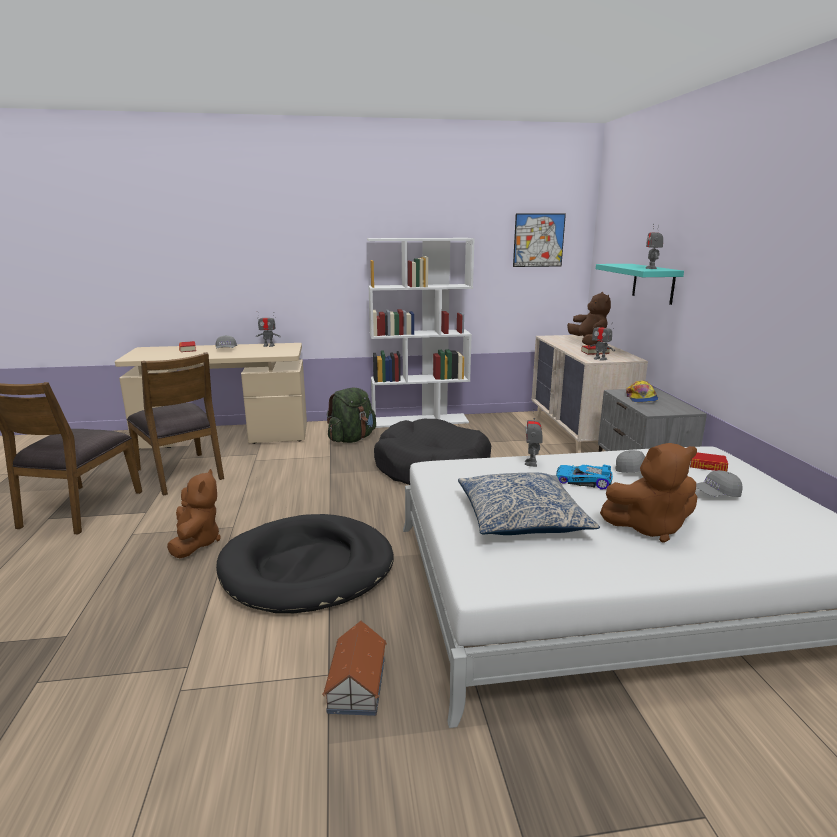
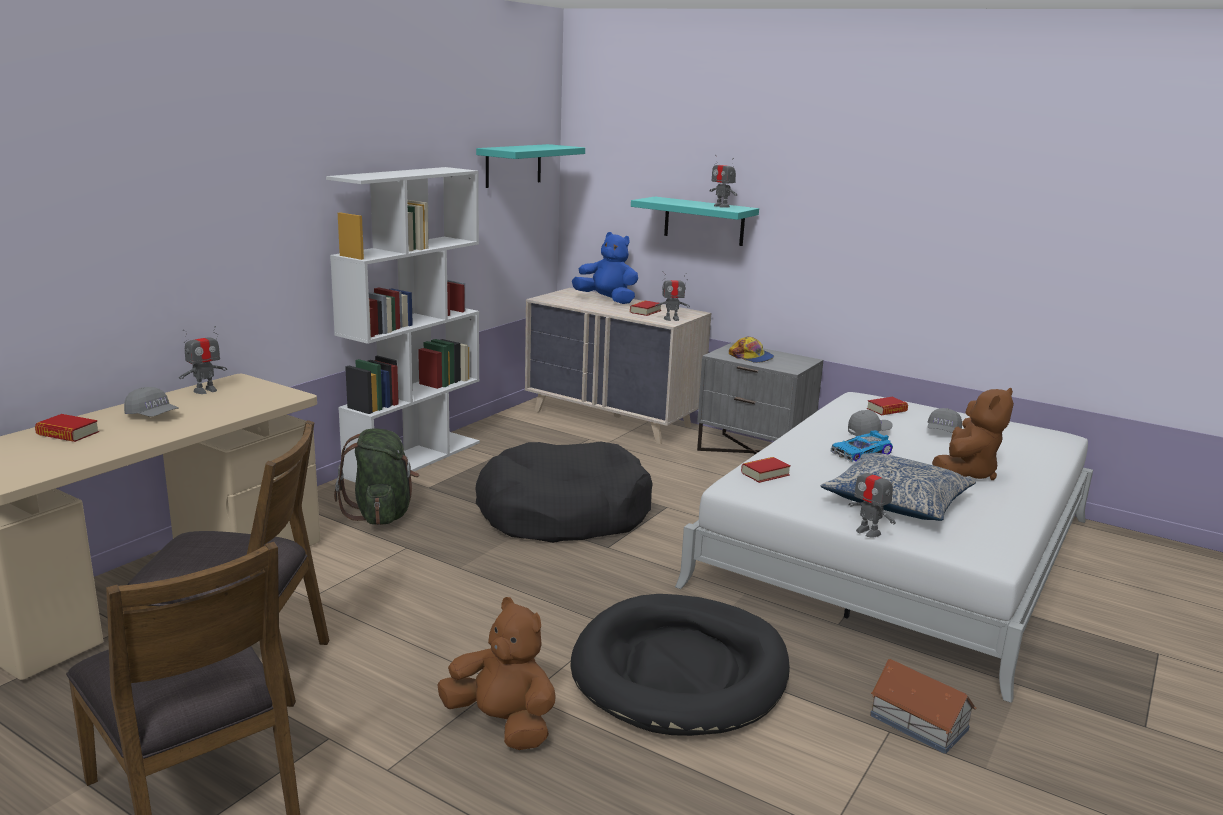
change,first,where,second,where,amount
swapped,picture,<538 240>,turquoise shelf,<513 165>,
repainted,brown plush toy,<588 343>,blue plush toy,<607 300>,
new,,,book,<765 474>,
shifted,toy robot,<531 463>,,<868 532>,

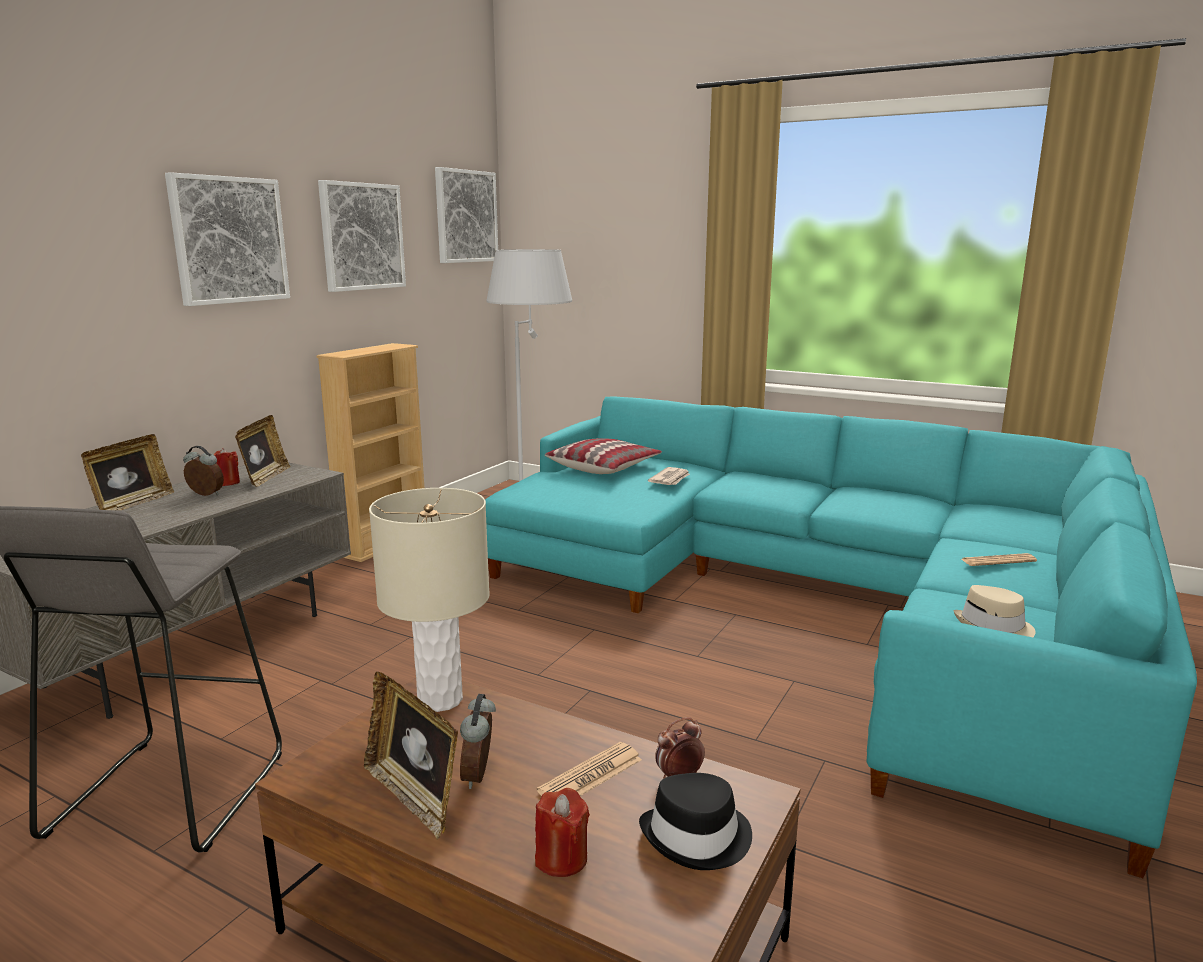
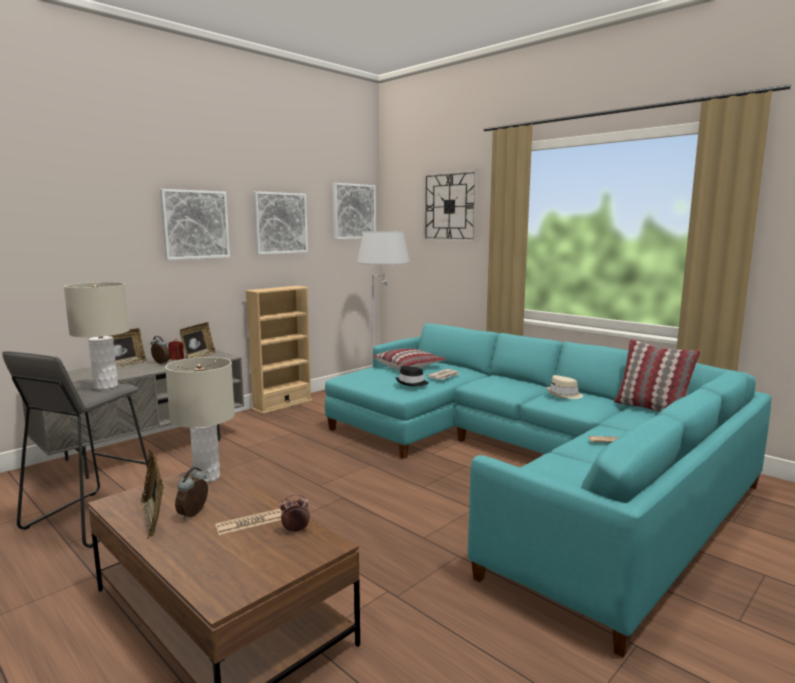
change,first,where,second,where,amount
new,,,beige table lamp,<105 386>,
shifted,black hat,<698 837>,,<412 383>,
new,,,wall clock,<450 206>,
shifted,beige hat,<994 628>,,<564 395>,
new,,,pillow,<651 408>,
gone,red candle,<561 858>,,,

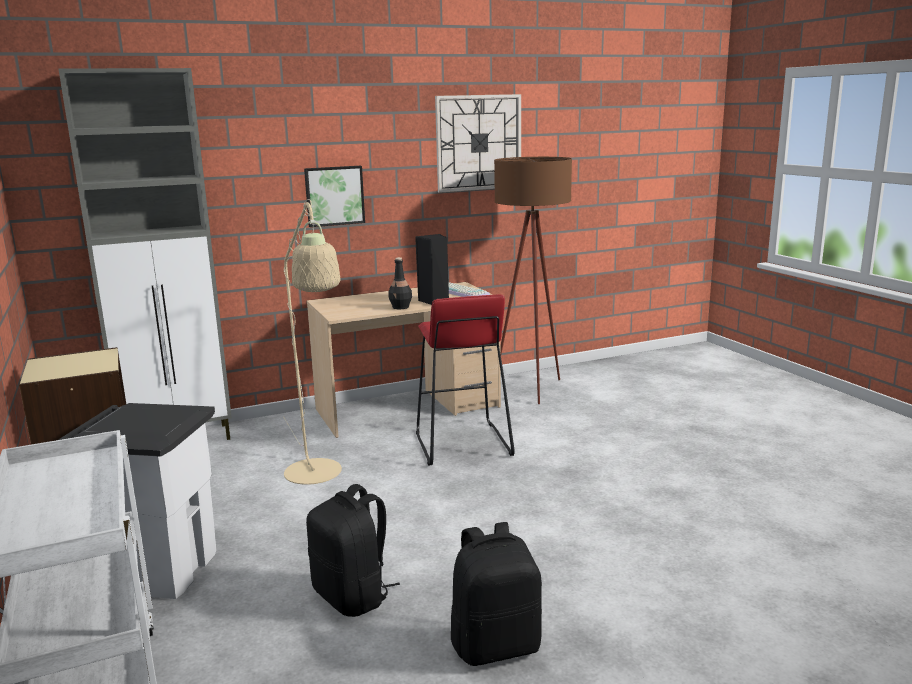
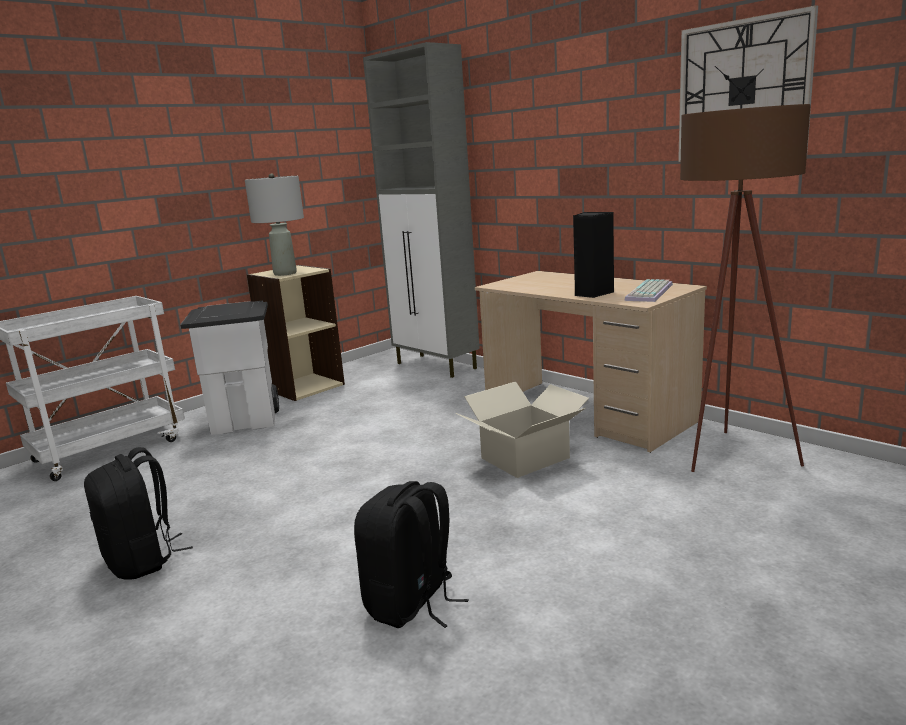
change,first,where,second,where,amount
new,,,grey table lamp,<285 273>,
shifted,black backpack,<353 596>,,<412 604>,
swapped,red stool,<461 444>,cardboard box,<524 458>,
gone,beige floor lamp,<317 477>,,,
gone,picture,<334 195>,,,
gone,black bottle,<401 307>,,,

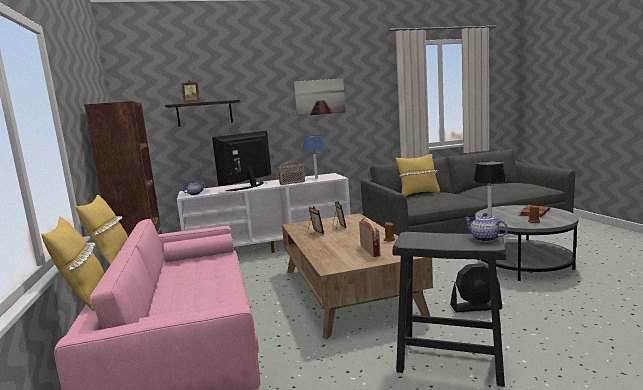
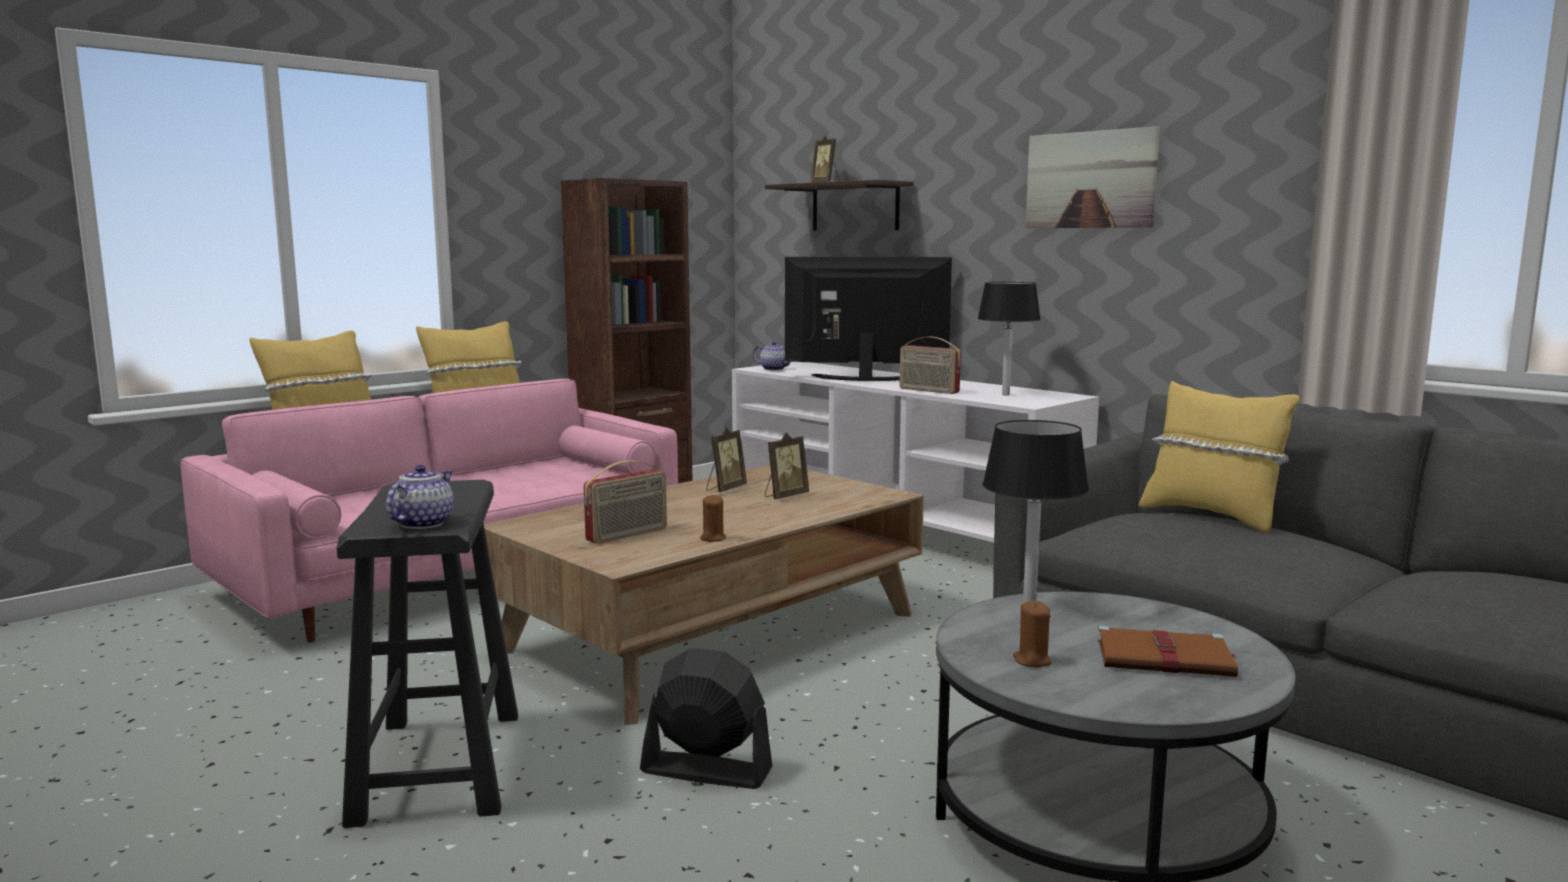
change,first,where,second,where,amount
rotated,black fan,<476 307>,,<705 770>,135 degrees clockwise
repainted,blue table lamp,<316 178>,black table lamp,<1005 394>,

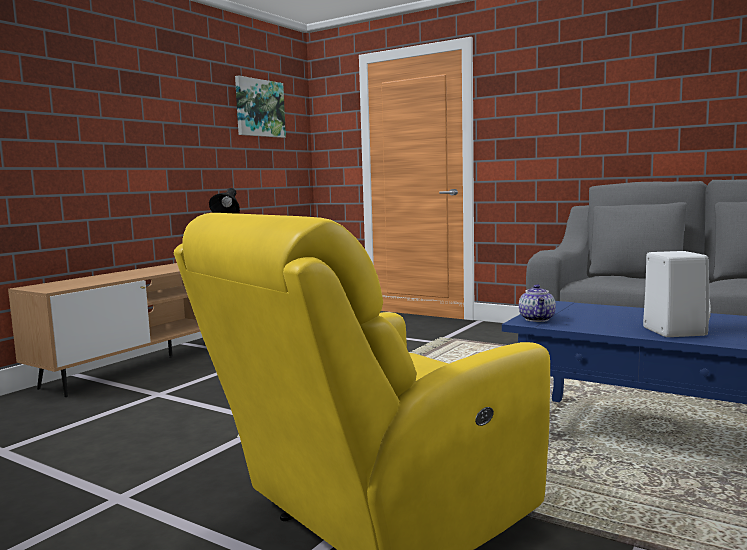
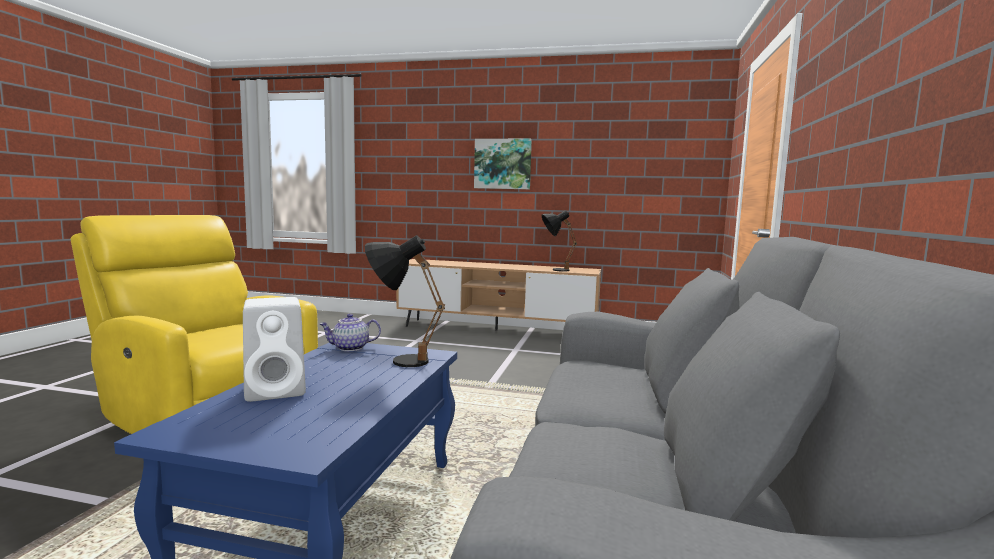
change,first,where,second,where,amount
new,,,black table lamp,<398 360>,
shifted,picture,<259 108>,,<502 164>,

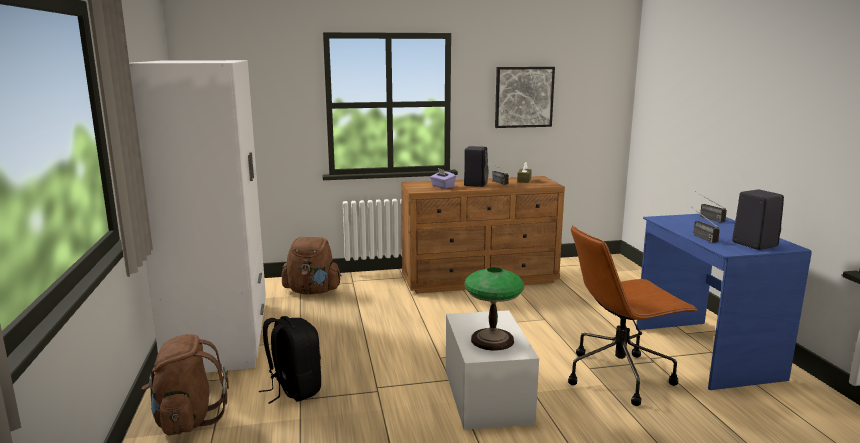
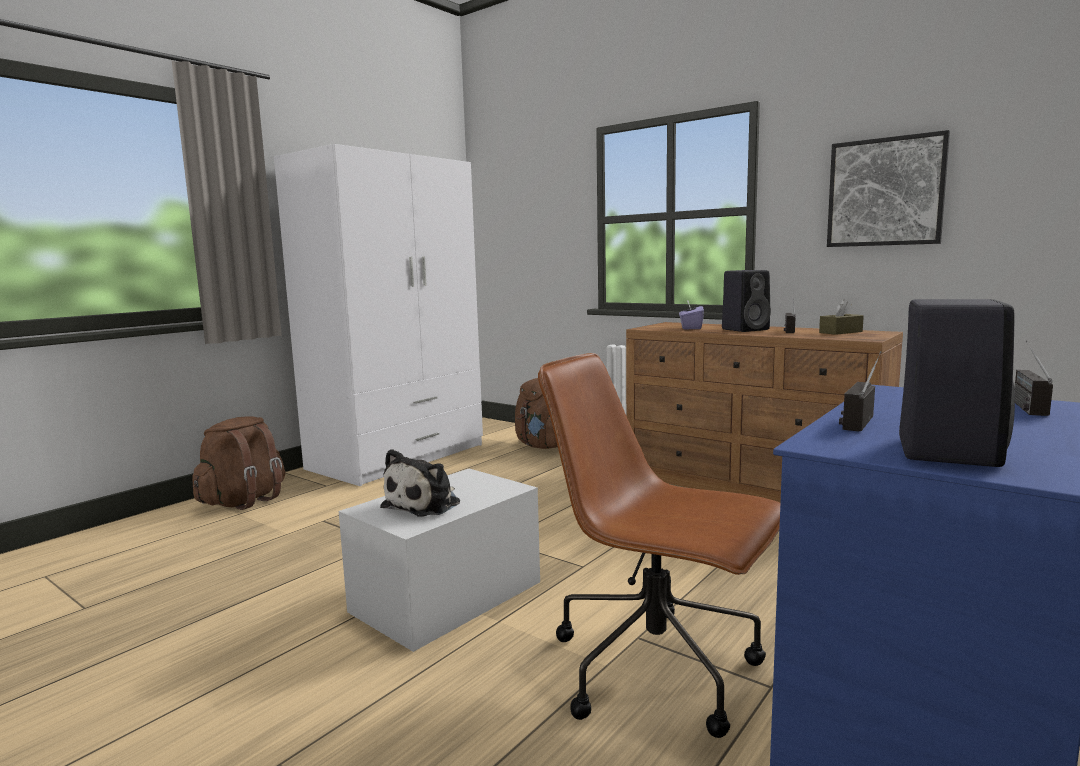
change,first,where,second,where,amount
swapped,table lamp,<492 340>,plush toy,<425 504>,
gone,black backpack,<293 390>,,,

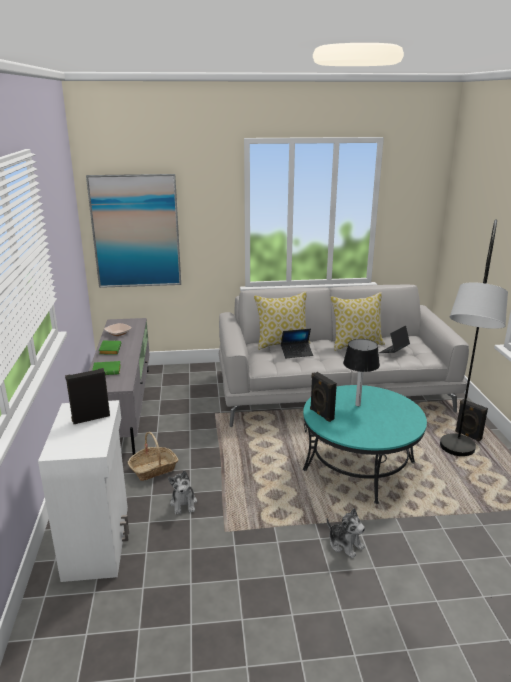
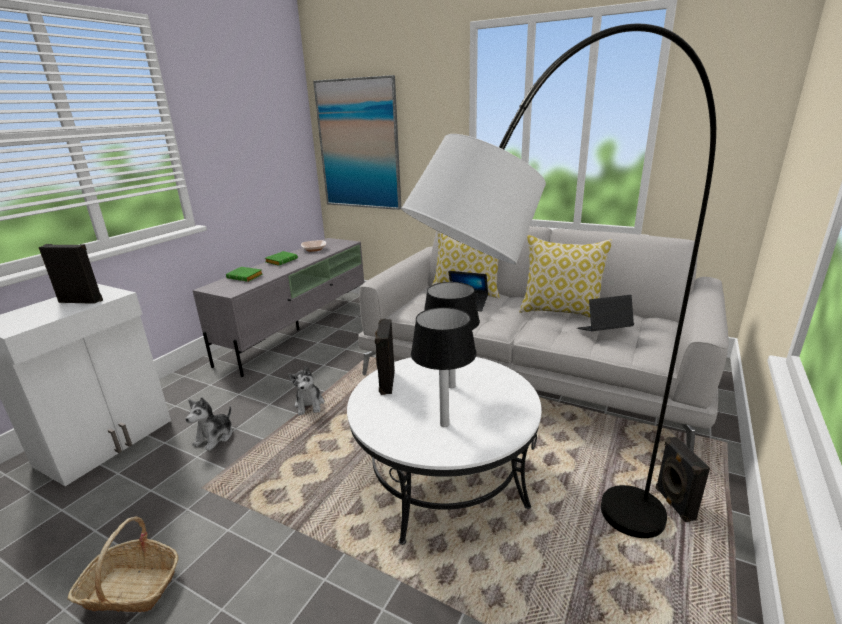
change,first,where,second,where,amount
shifted,basket,<154 469>,,<131 588>,
shifted,plush toy,<345 544>,,<309 404>,
repainted,turquoise coffee table,<359 466>,white coffee table,<444 478>,
new,,,table lamp,<444 423>,

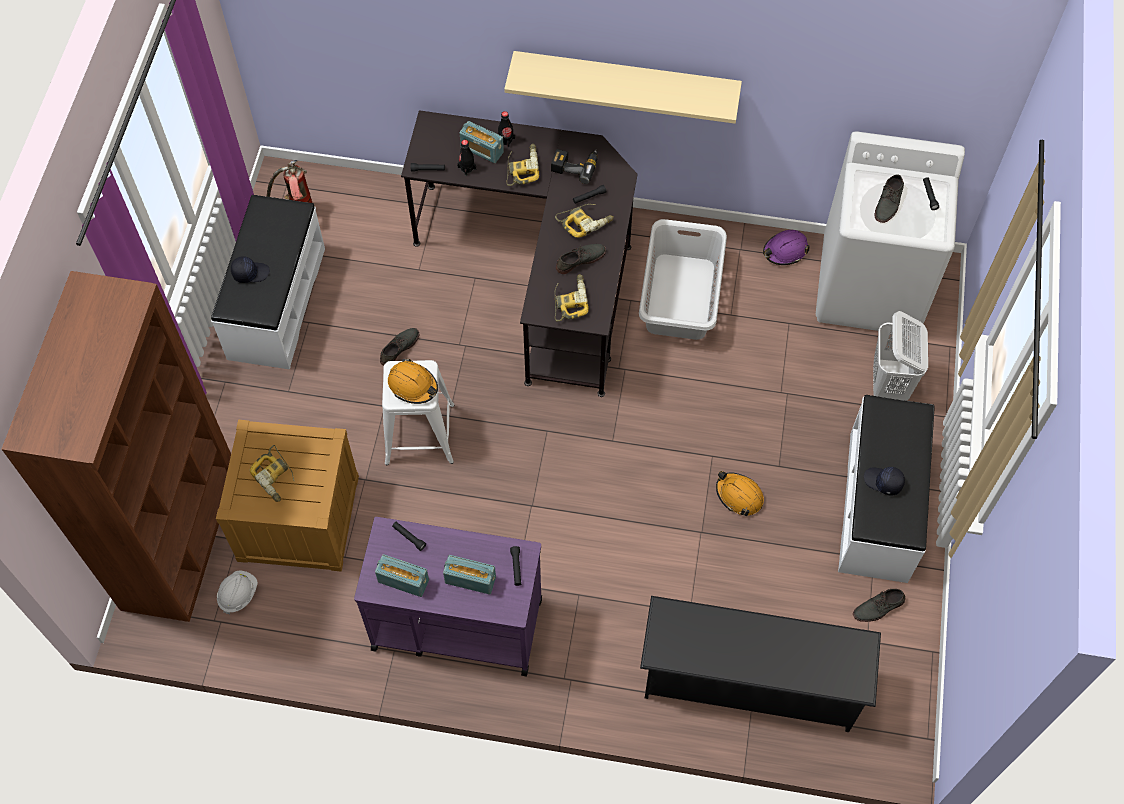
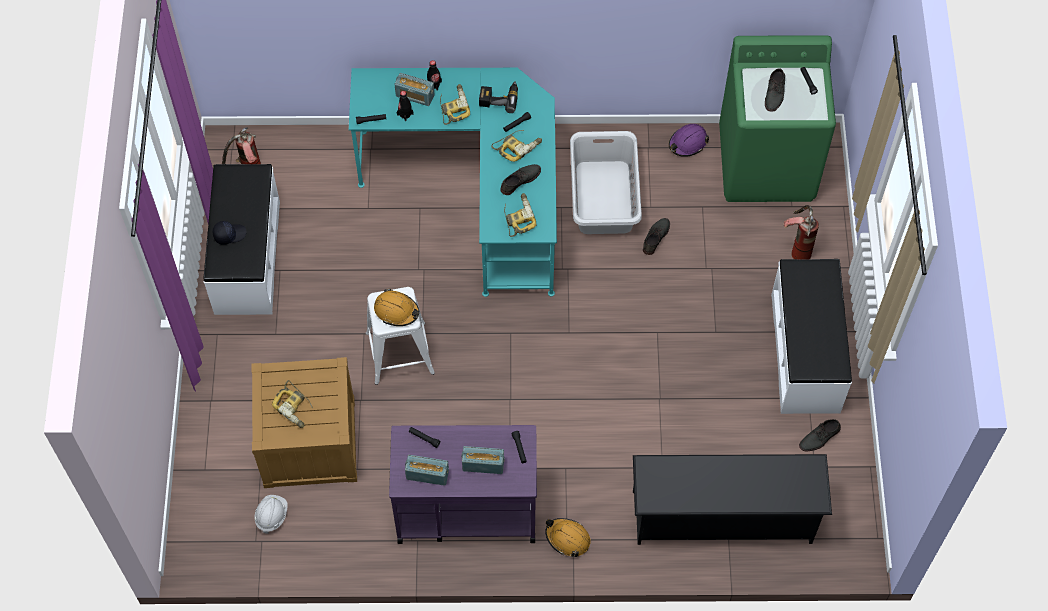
change,first,where,second,where,amount
repainted,black desk,<541 269>,turquoise desk,<477 191>,
shifted,orange hard hat,<739 496>,,<567 538>,
shifted,grey shoe,<399 347>,,<655 237>,
repainted,white washing machine,<870 287>,green washing machine,<767 164>,
swapped,white laundry basket,<889 385>,fire extinguisher,<797 247>,
gone,brown bookcase,<181 538>,,,
gone,beige shelf,<626 79>,,,
gone,black cap,<883 482>,,,

